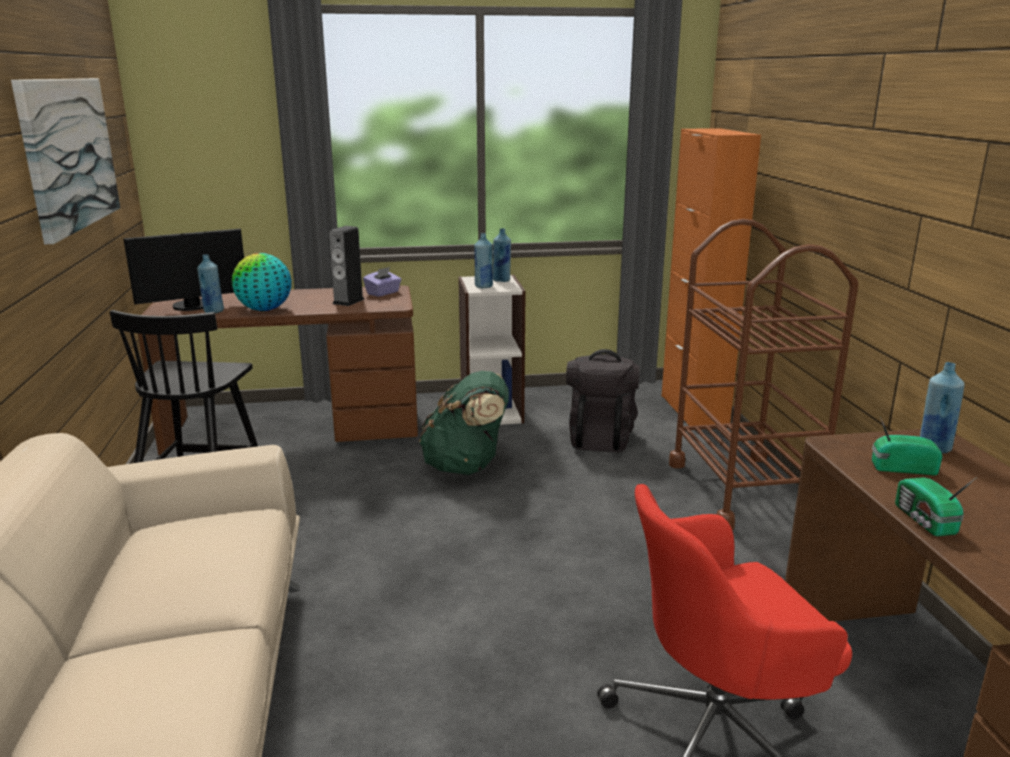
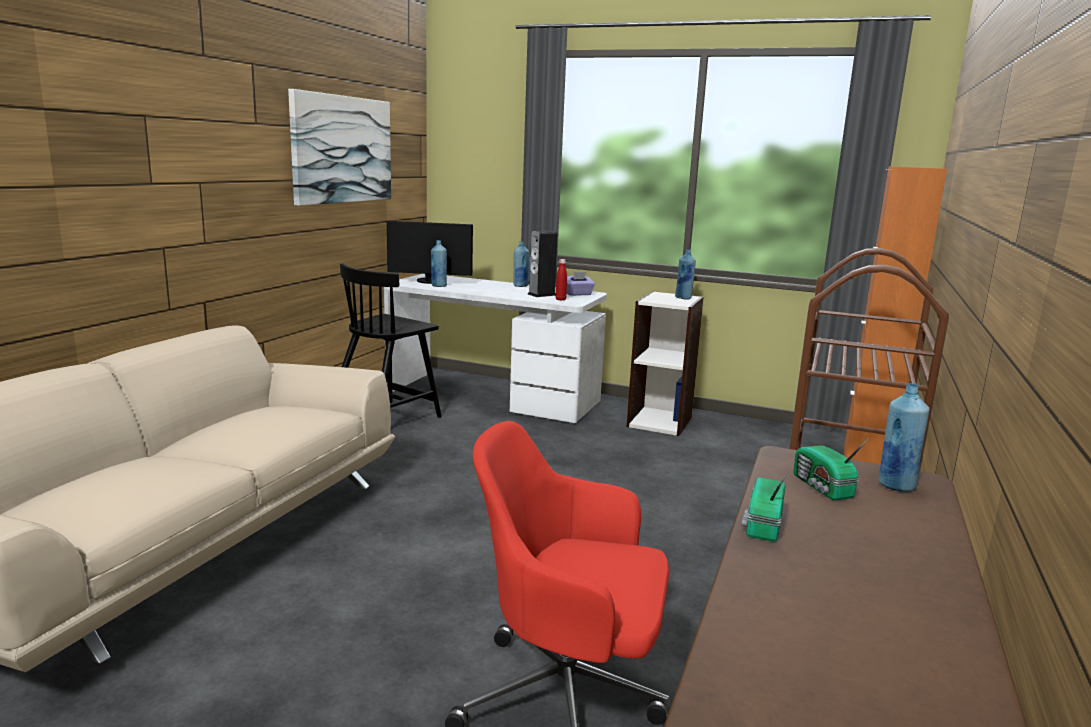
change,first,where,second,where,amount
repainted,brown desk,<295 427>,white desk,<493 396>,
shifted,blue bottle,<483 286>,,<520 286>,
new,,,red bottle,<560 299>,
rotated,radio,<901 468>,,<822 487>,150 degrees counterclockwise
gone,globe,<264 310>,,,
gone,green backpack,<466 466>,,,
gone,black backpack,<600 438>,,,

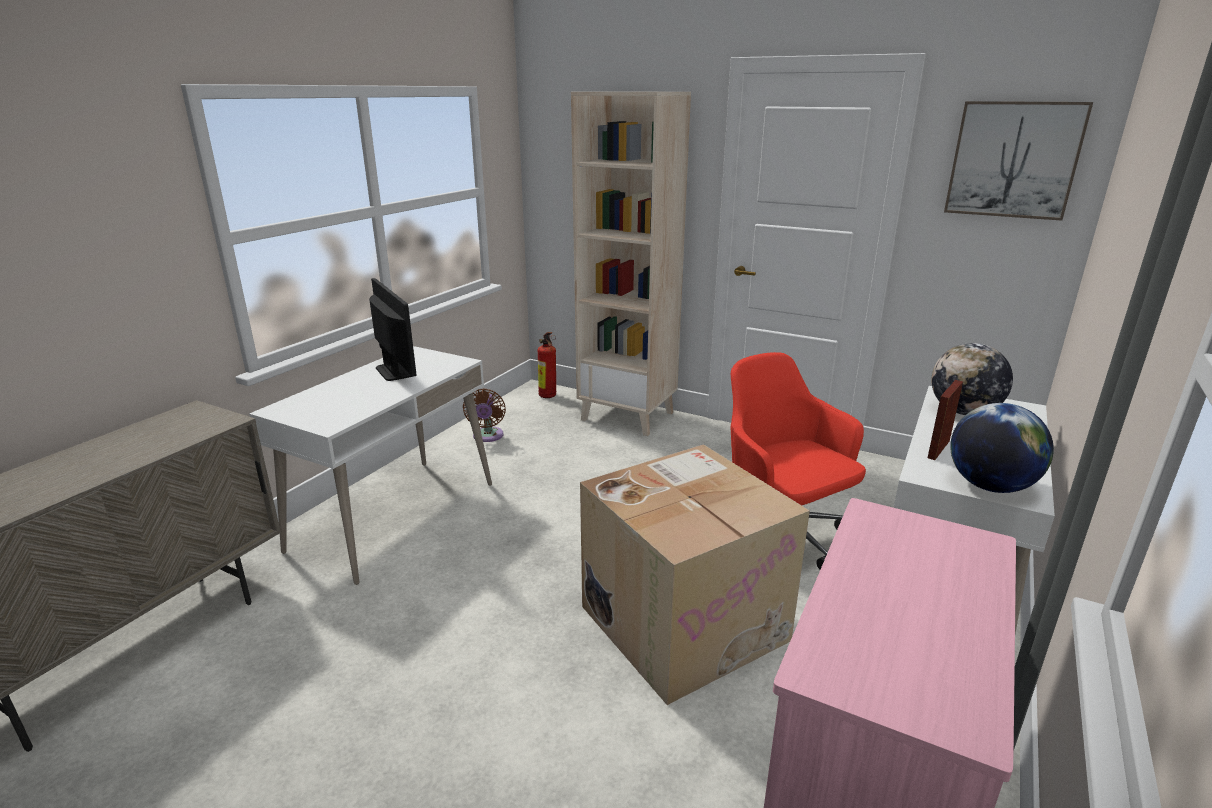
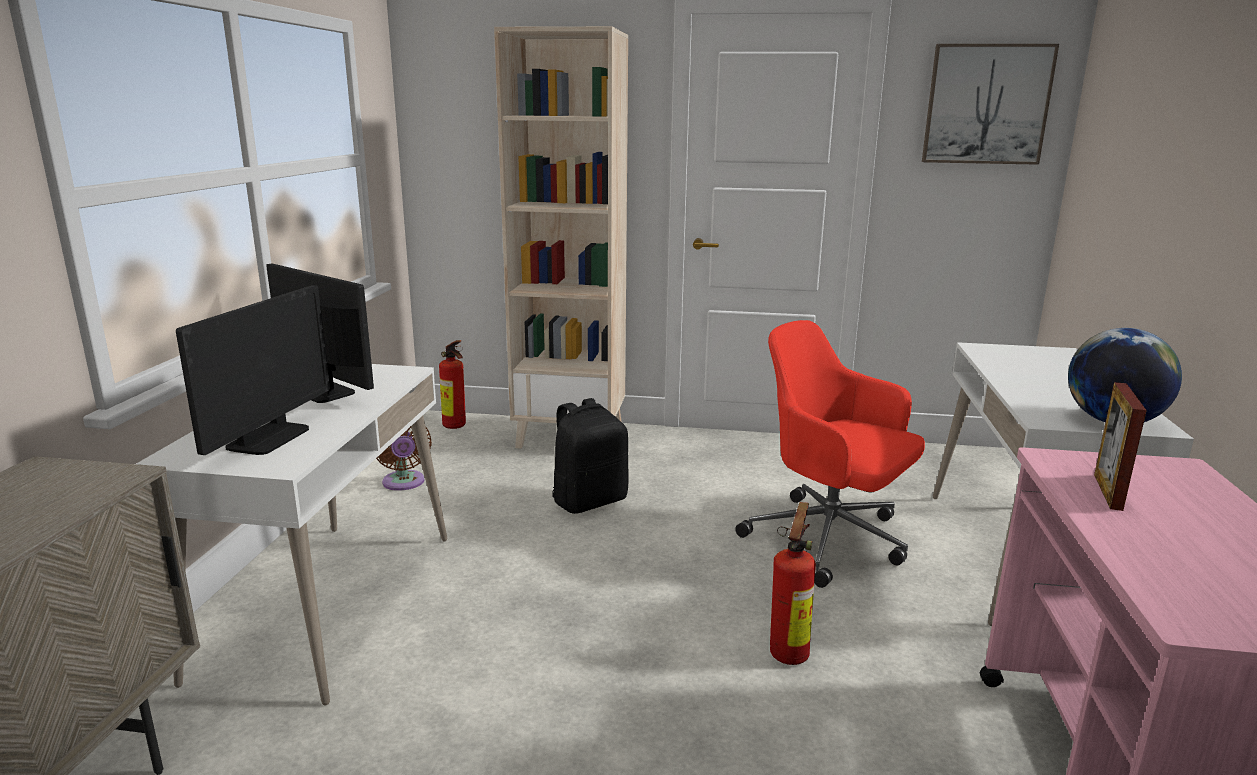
change,first,where,second,where,amount
new,,,monitor,<268 438>,
new,,,black backpack,<589 501>,
swapped,cardboard box,<683 621>,fire extinguisher,<790 651>,
shifted,picture frame,<938 449>,,<1108 492>,
gone,globe,<963 412>,,,

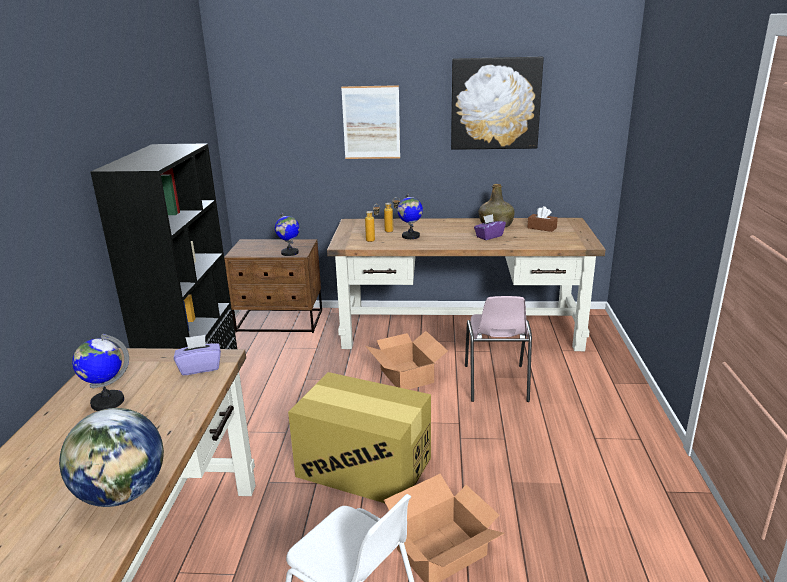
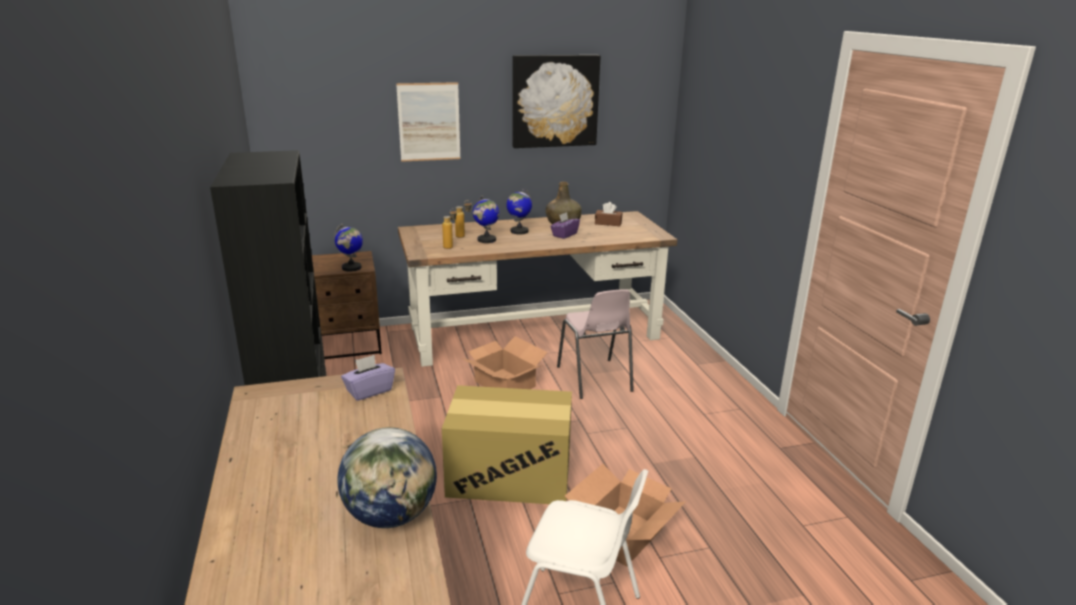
change,first,where,second,where,amount
shifted,globe,<107 402>,,<519 231>,

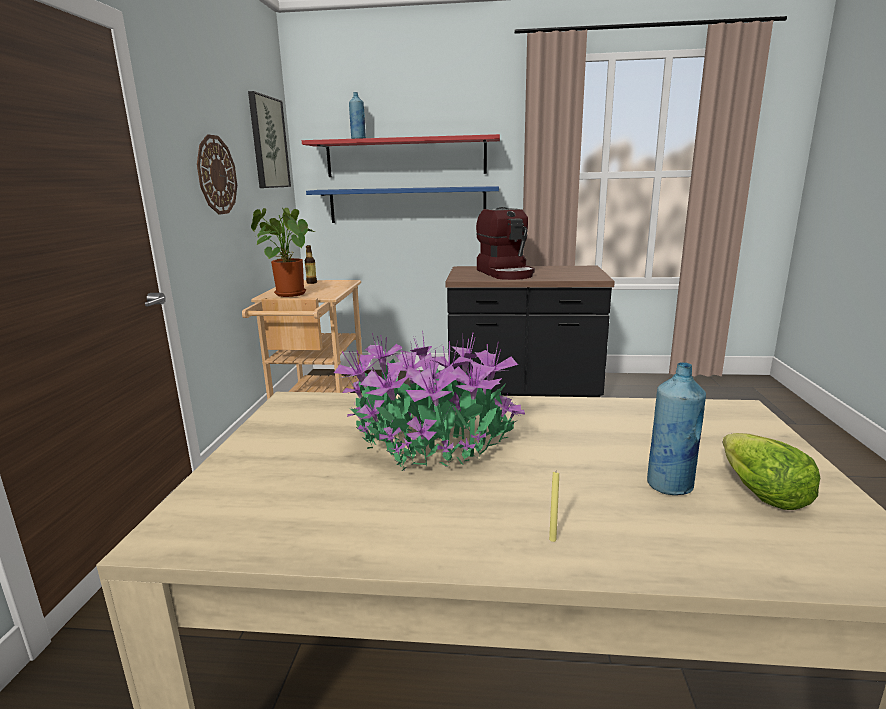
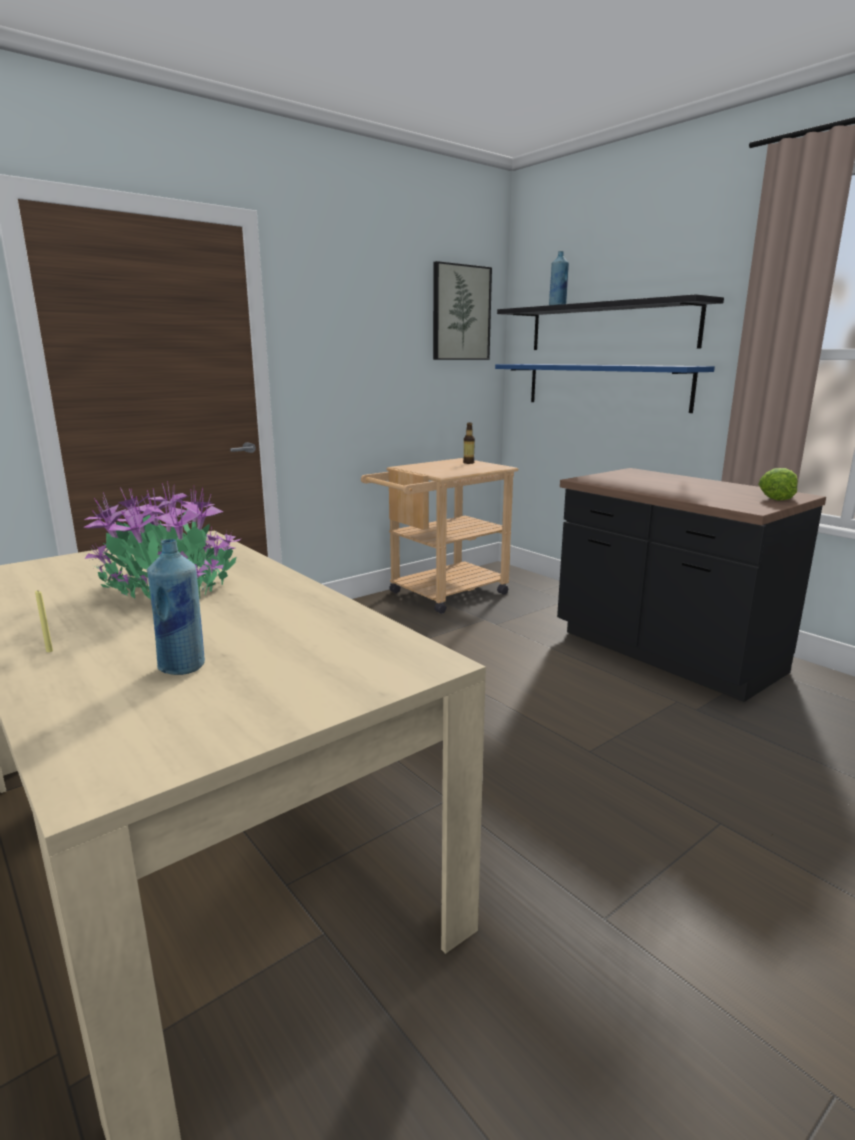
change,first,where,second,where,amount
repainted,red shelf,<406 157>,black shelf,<610 327>,
shifted,lettuce,<759 492>,,<777 497>,
gone,wall clock,<216 175>,,,
gone,potted plant,<287 294>,,,
gone,coffee machine,<506 273>,,,

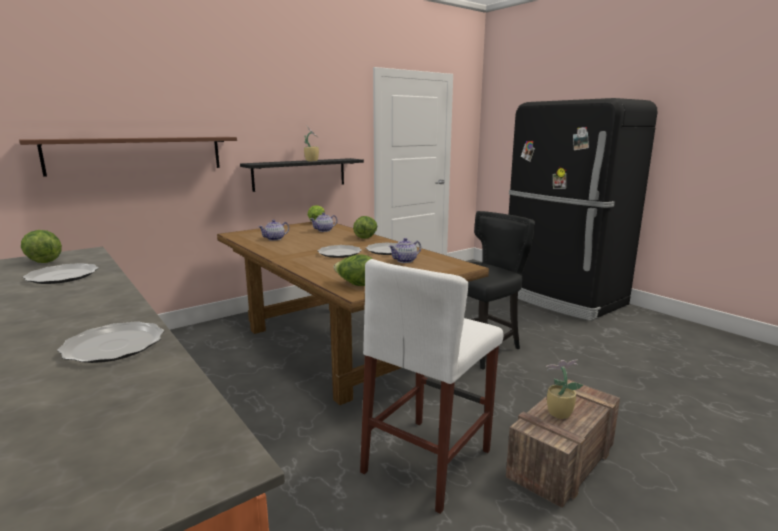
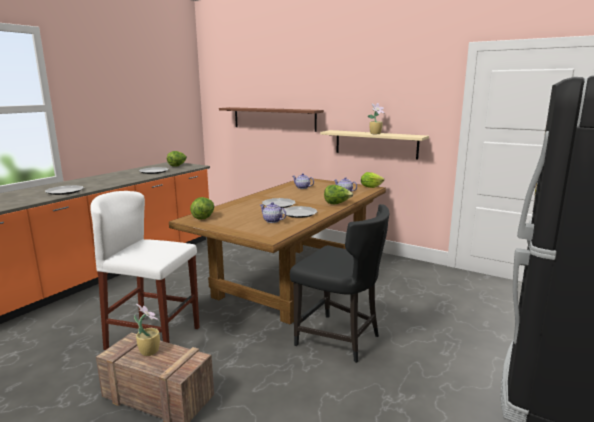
change,first,where,second,where,amount
repainted,black shelf,<300 174>,beige shelf,<375 144>,

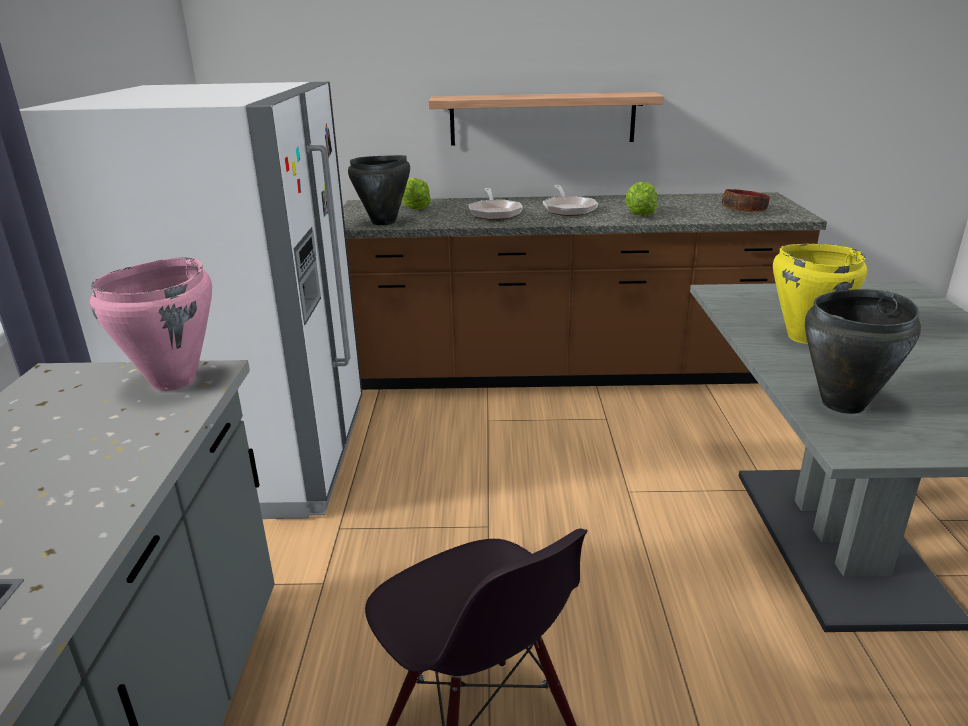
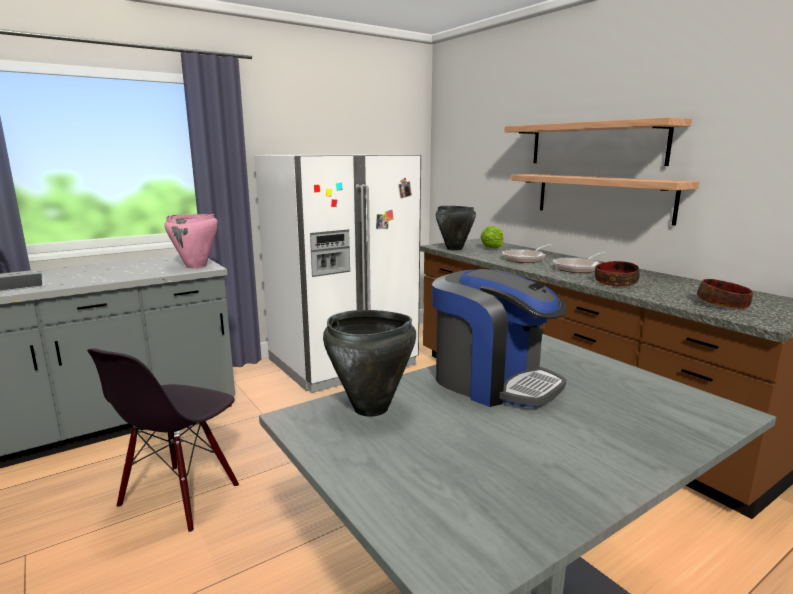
change,first,where,second,where,amount
swapped,yellow cooking pot,<804 337>,coffee machine,<493 381>,
new,,,shelf,<595 144>,
swapped,lettuce,<640 214>,bowl,<615 282>,

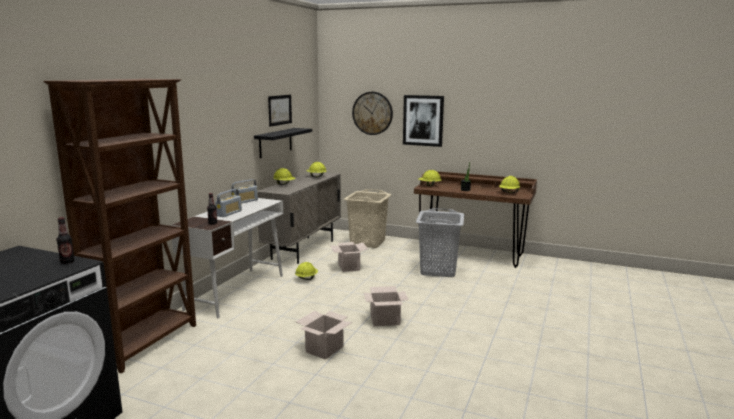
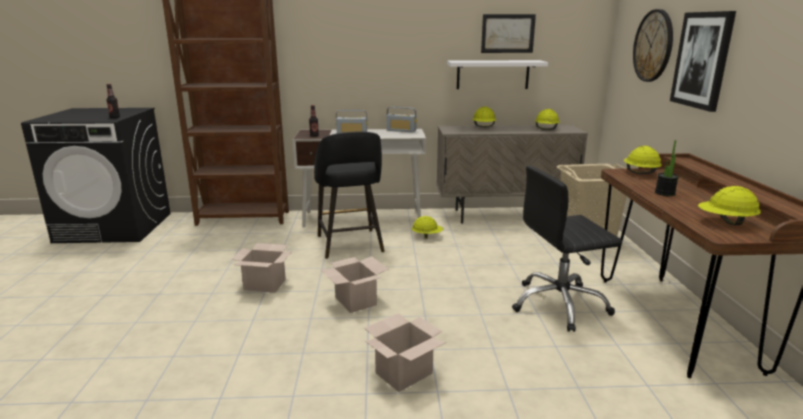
change,first,where,second,where,amount
new,,,black stool,<350 245>,
shifted,cardboard box,<348 267>,,<404 372>,
repainted,black shelf,<275 142>,white shelf,<492 74>,
swapped,grey laundry basket,<438 270>,black office chair,<559 305>,

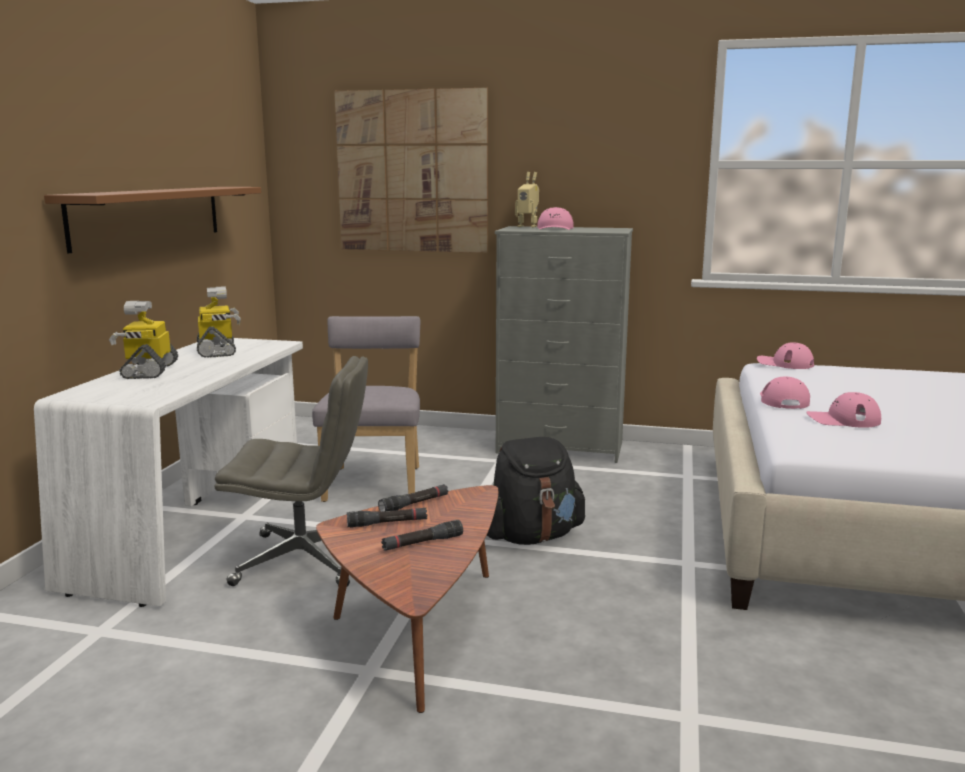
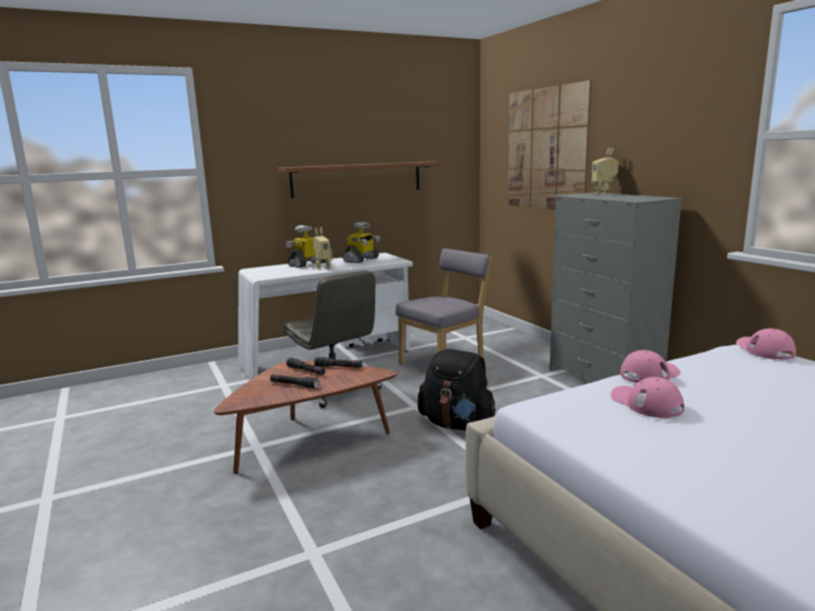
change,first,where,second,where,amount
new,,,toy robot,<322 268>,
gone,pink cap,<555 228>,,,

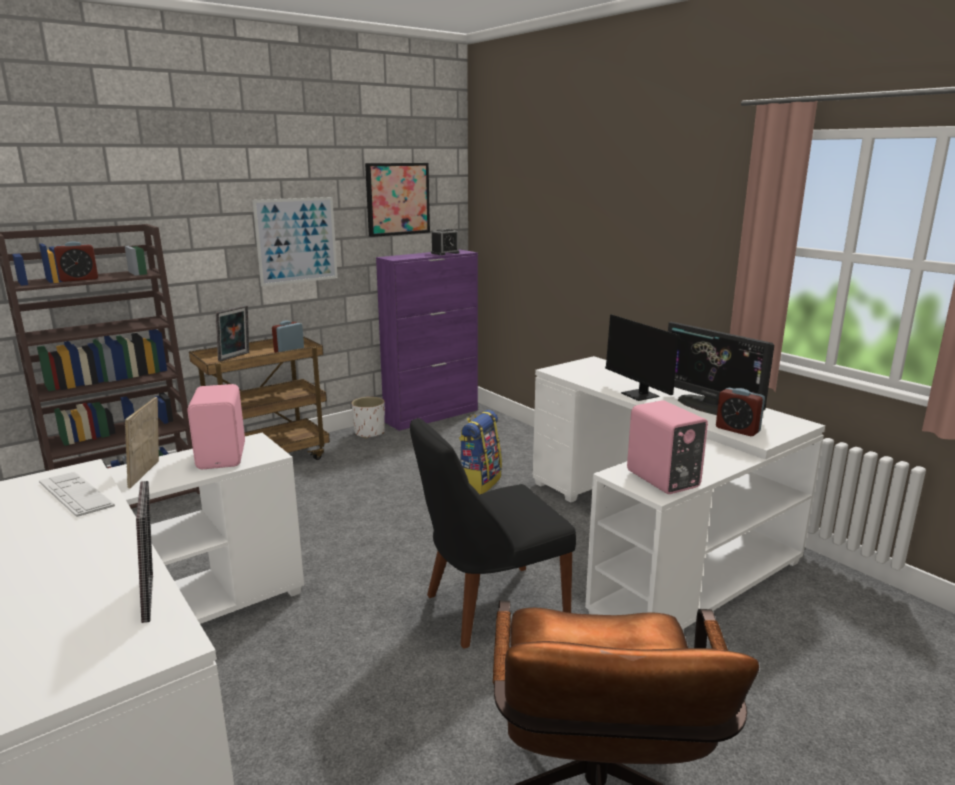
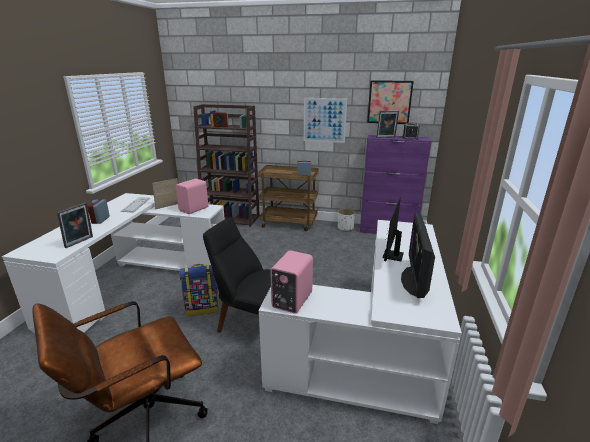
change,first,where,second,where,amount
shifted,alarm clock,<737 430>,,<101 220>,
shifted,backpack,<479 482>,,<202 308>,
shifted,picture frame,<235 357>,,<386 137>,

